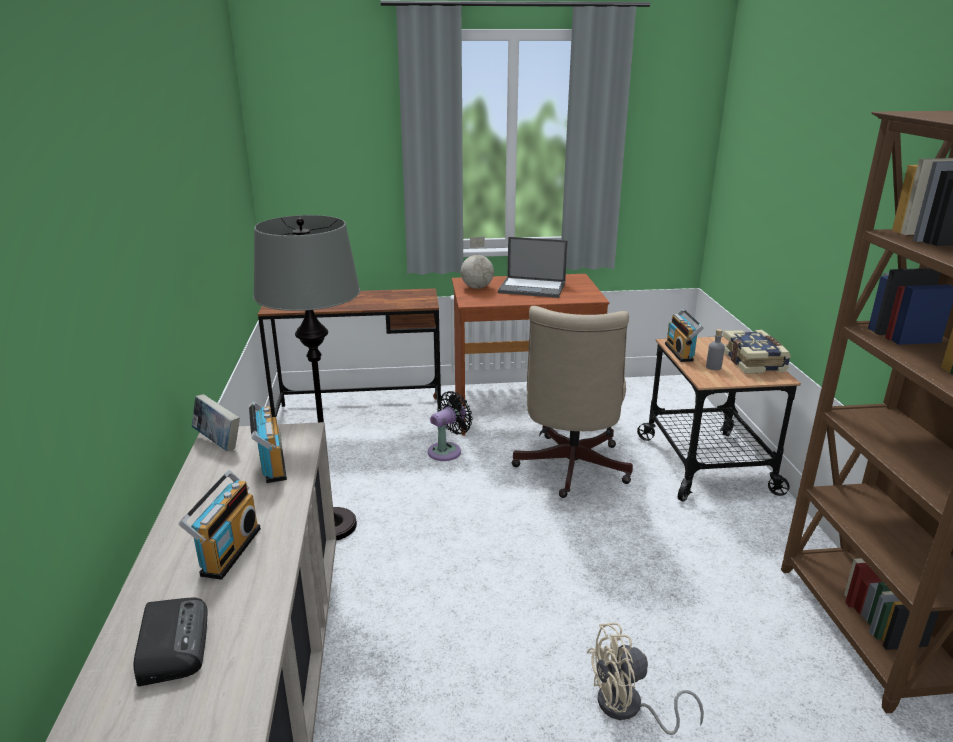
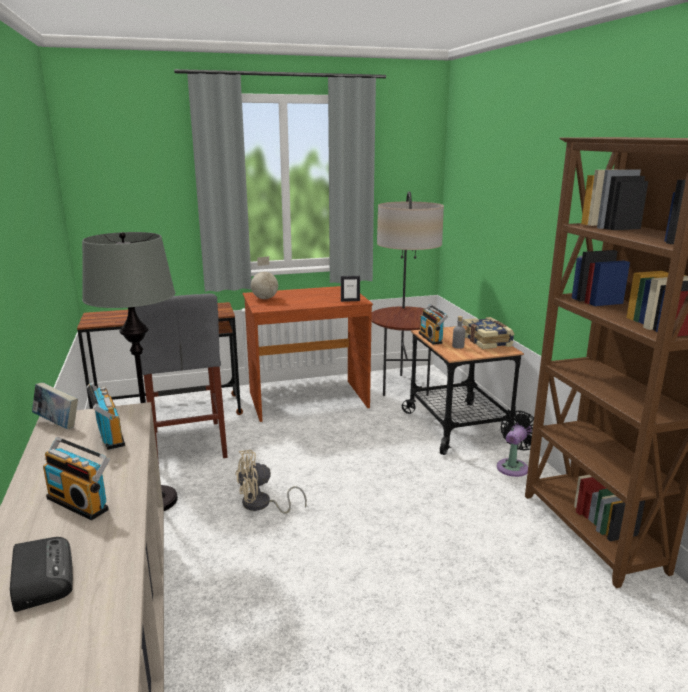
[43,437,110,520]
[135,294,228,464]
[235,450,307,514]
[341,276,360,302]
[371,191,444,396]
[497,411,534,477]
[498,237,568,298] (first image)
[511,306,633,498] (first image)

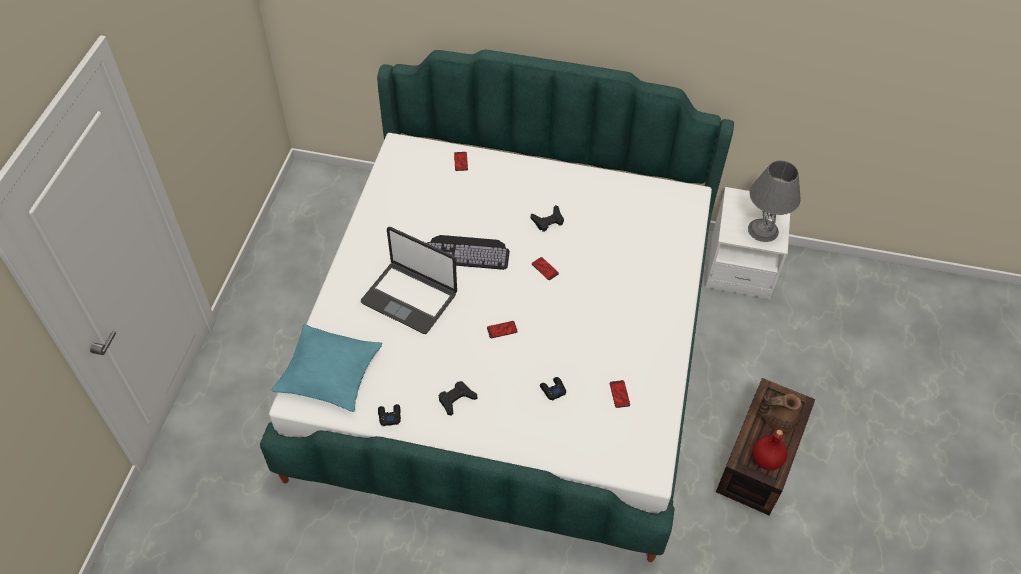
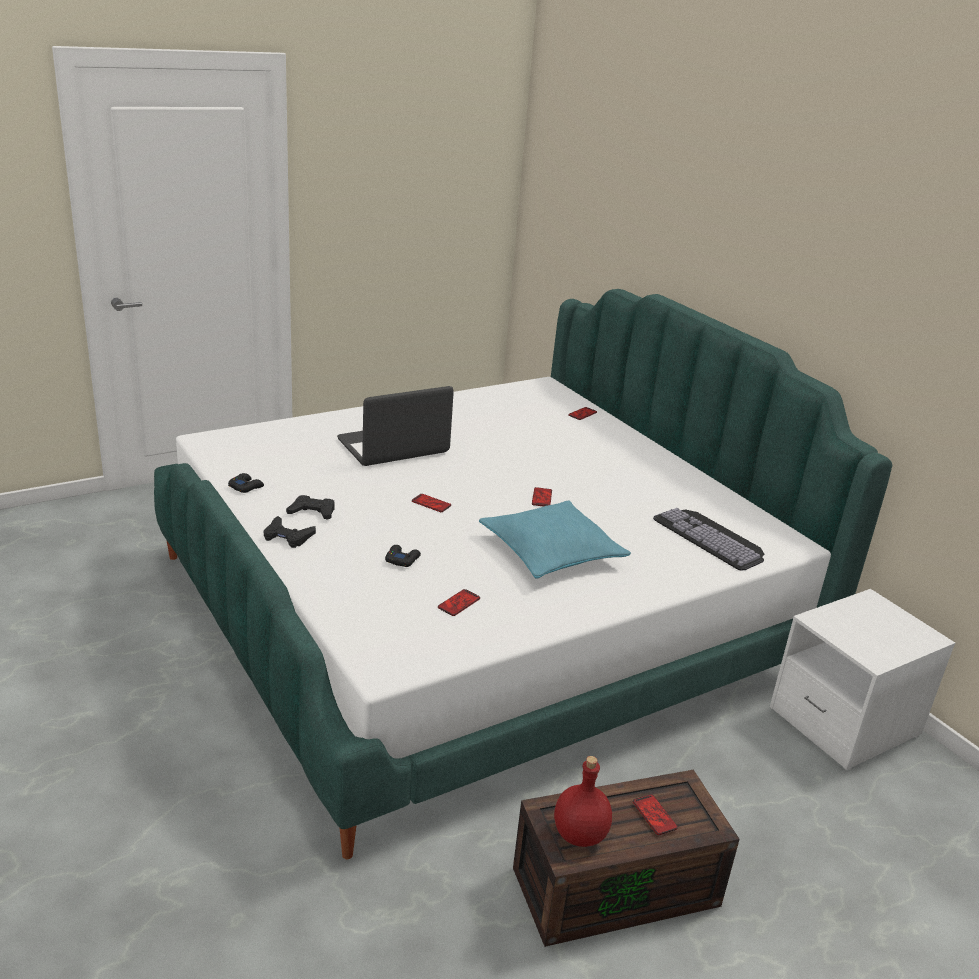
[264,516,316,548]
[337,386,454,466]
[479,500,631,579]
[633,794,678,835]
[653,508,764,571]
[748,160,801,242] (first image)

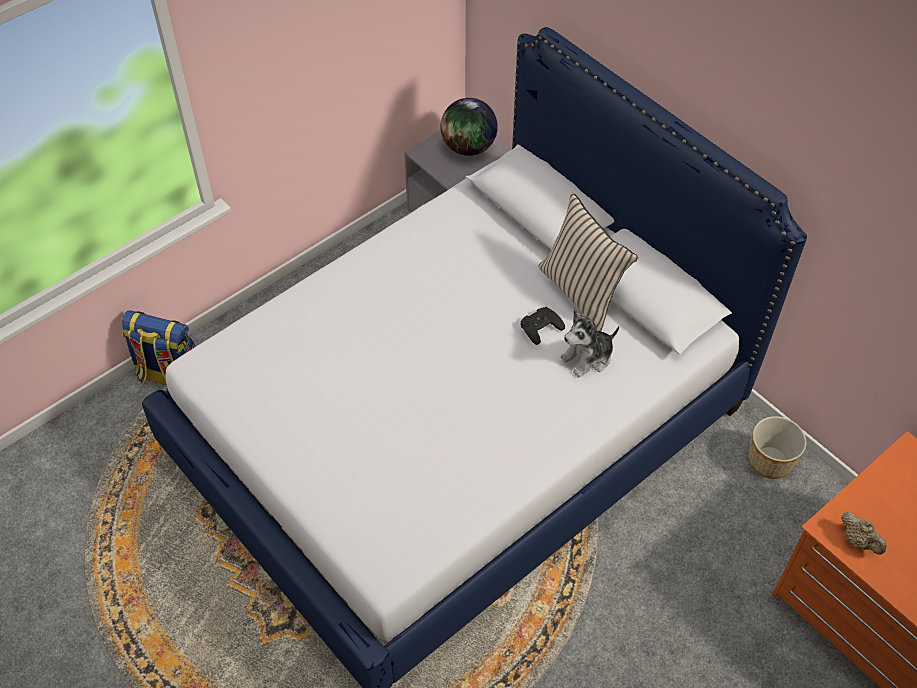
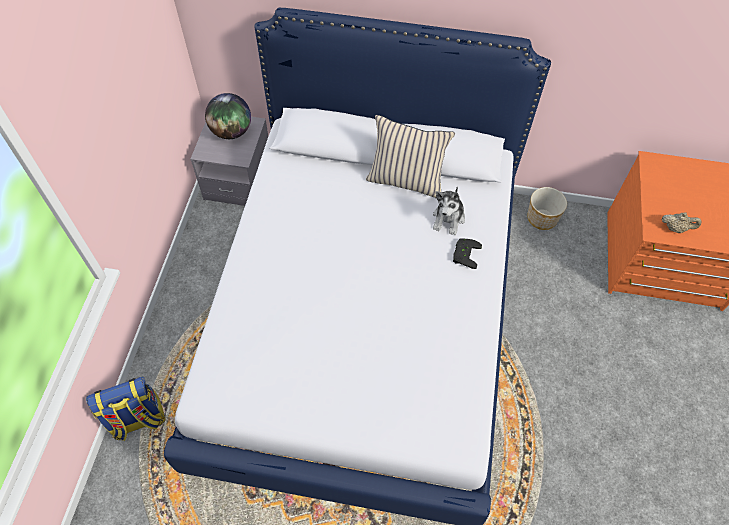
[453,239,482,269]

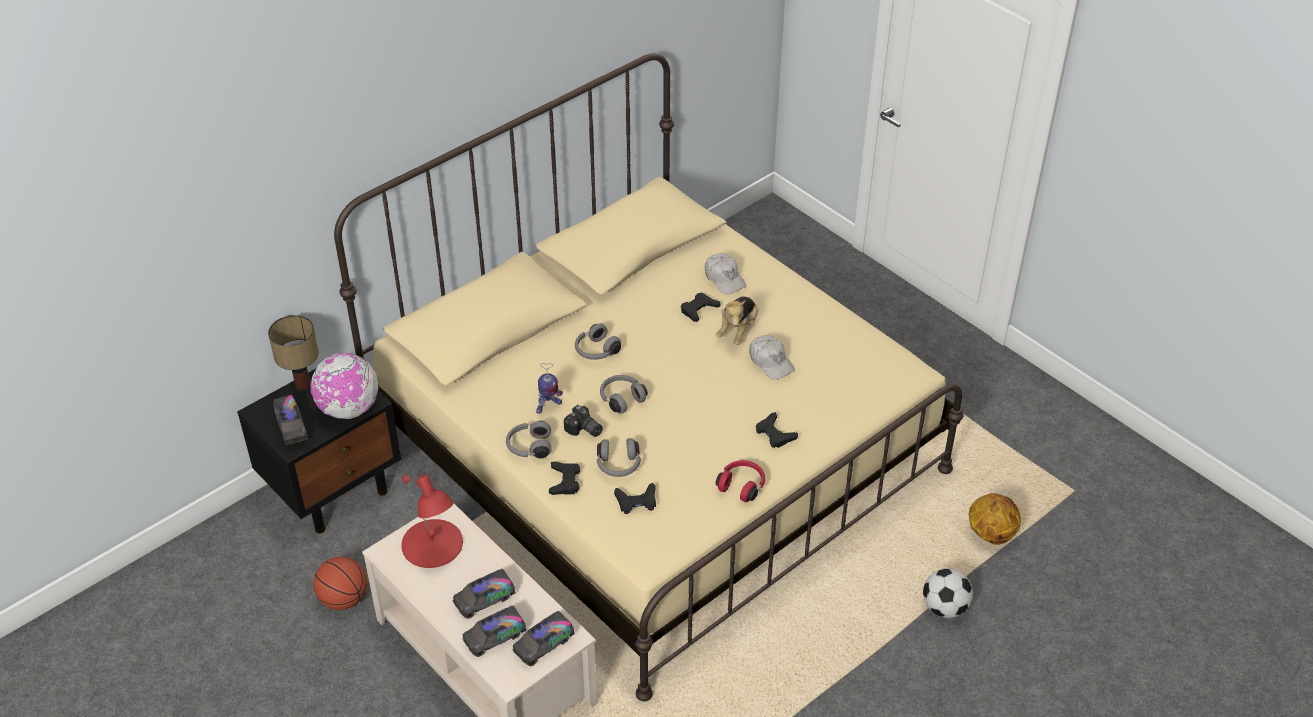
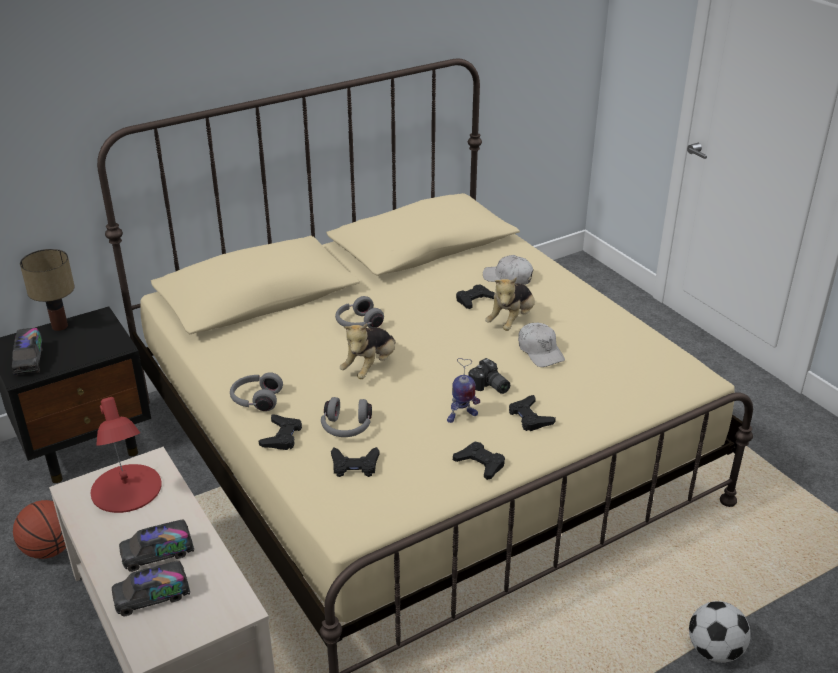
[340,323,396,379]
[447,358,480,423]
[453,442,505,480]
[468,358,510,394]
[483,255,533,285]
[310,353,378,419] (first image)
[512,611,575,666] (first image)
[969,493,1021,545] (first image)

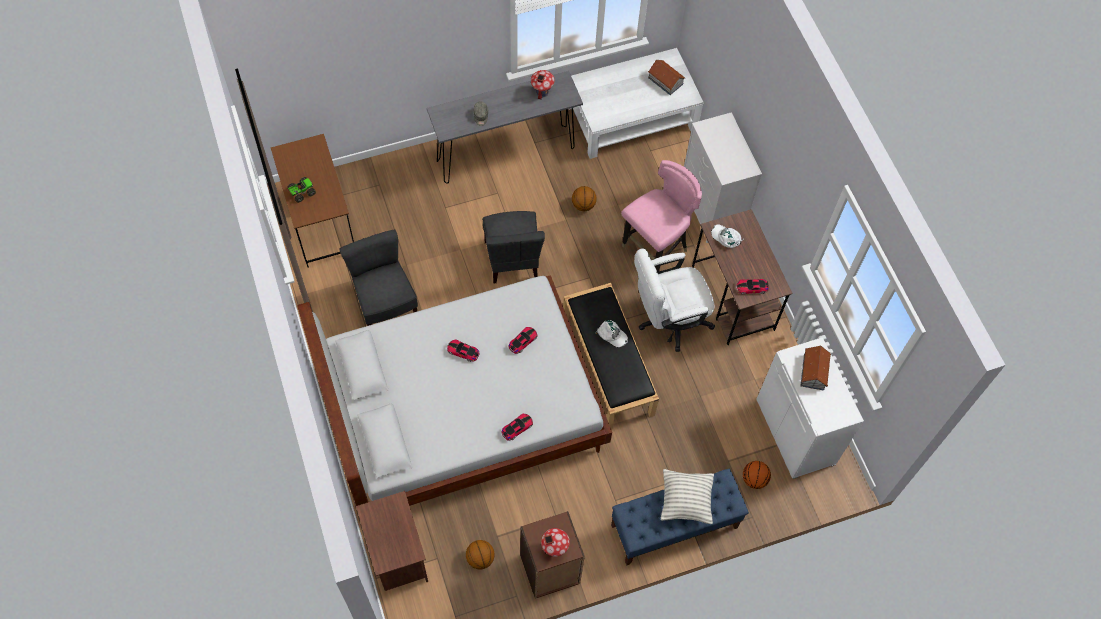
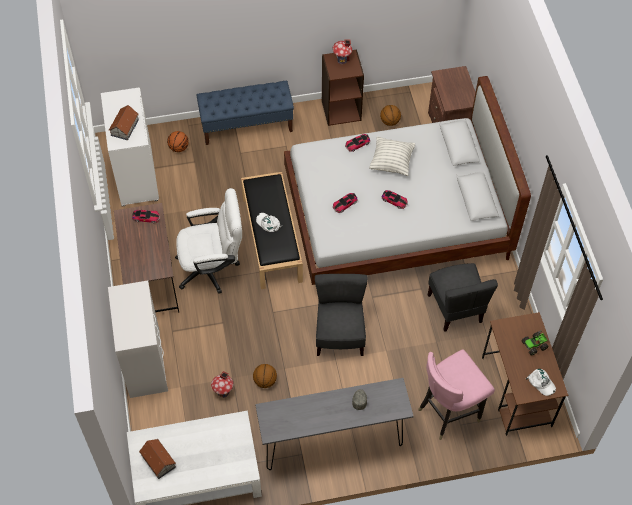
[211,371,233,398]
[369,137,415,176]
[418,349,495,440]
[526,369,556,396]

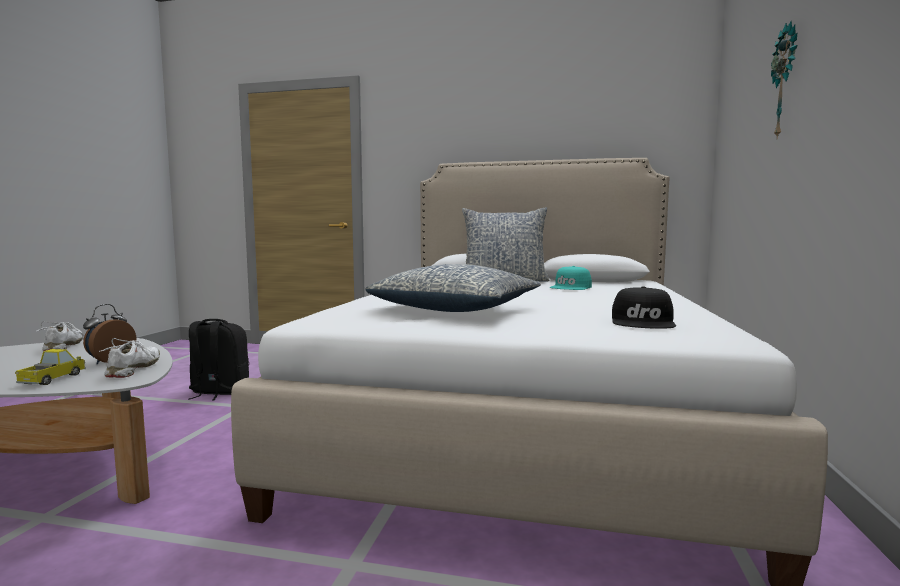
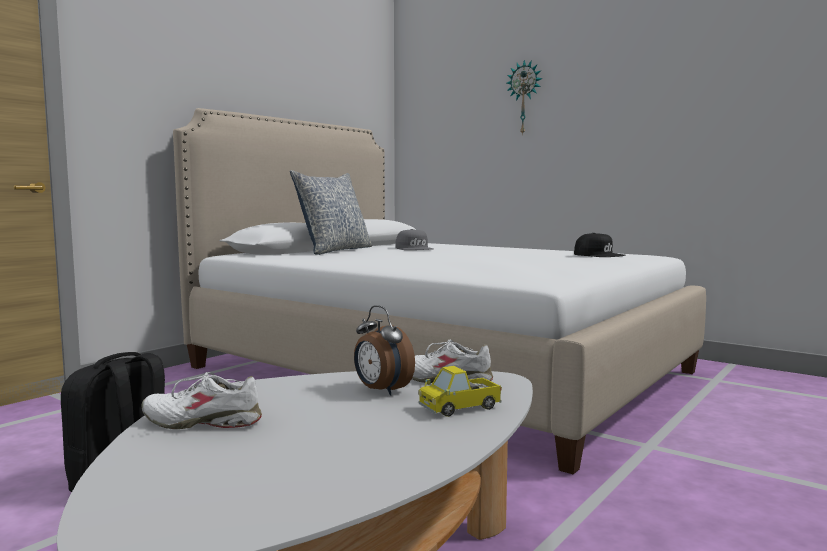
[395,229,433,250]
[418,366,502,417]
[365,264,541,312] (first image)

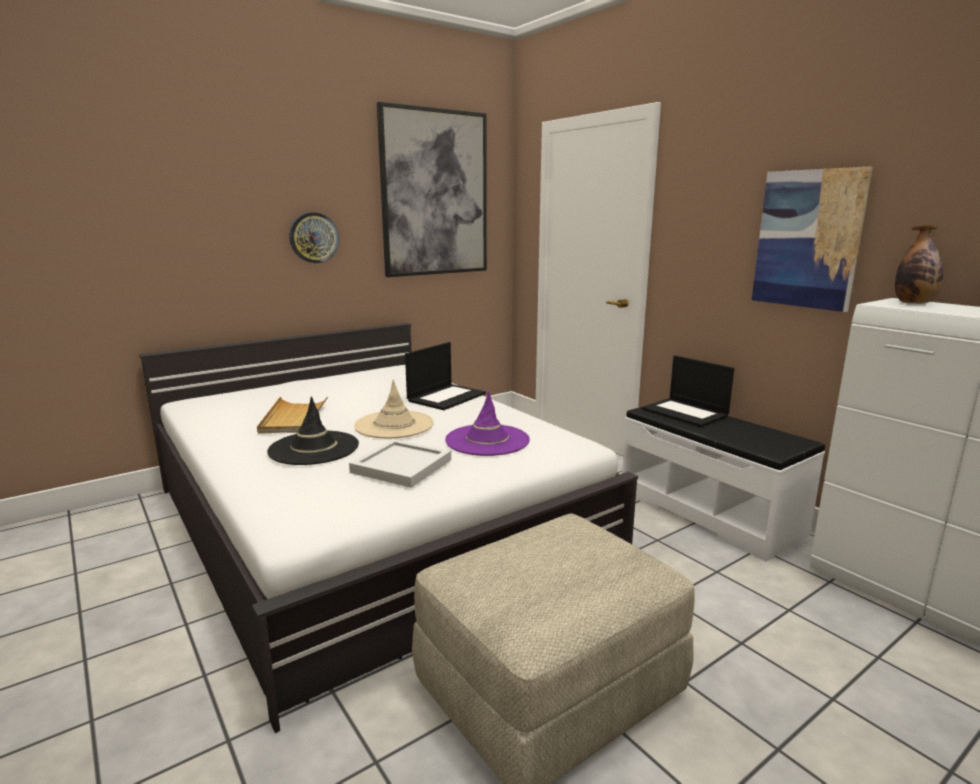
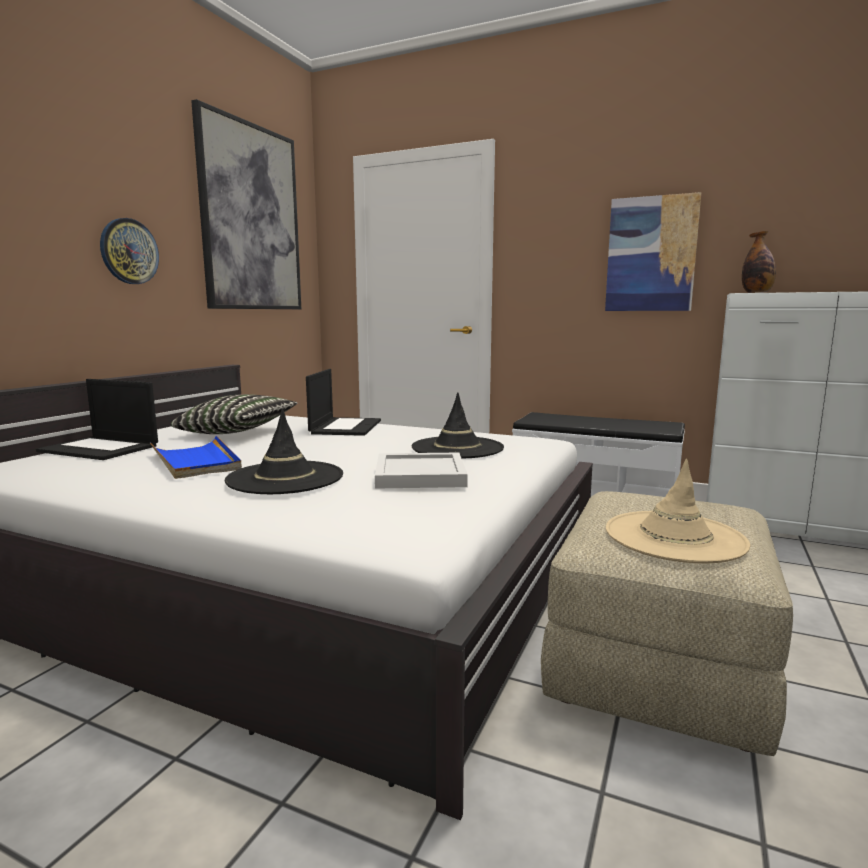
[36,379,158,460]
[150,435,242,479]
[171,394,298,434]
[412,392,504,458]
[606,459,750,563]

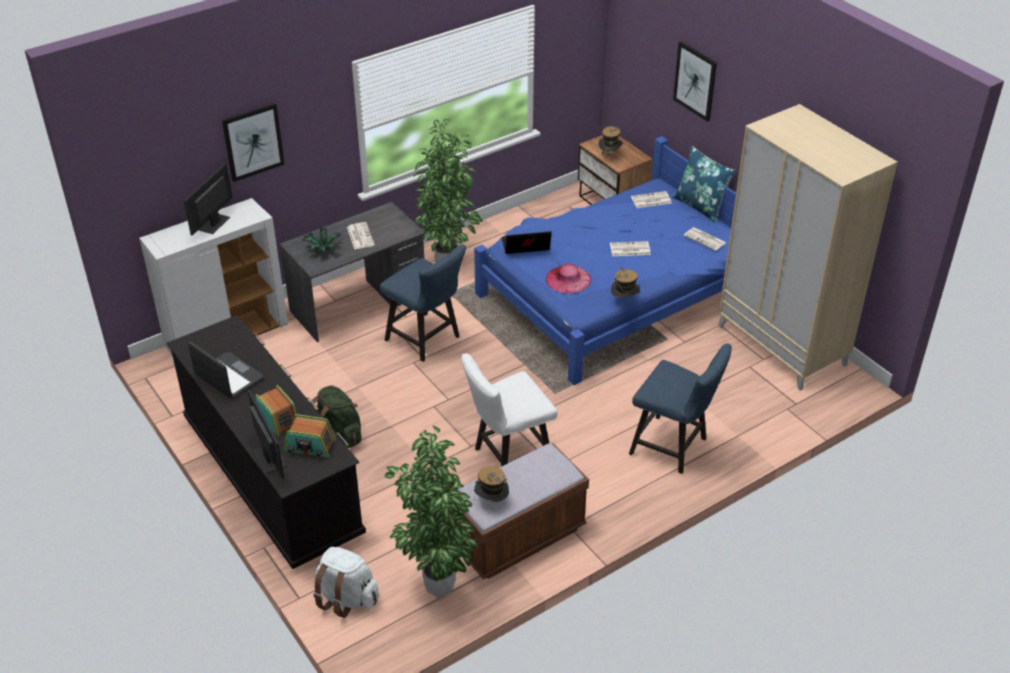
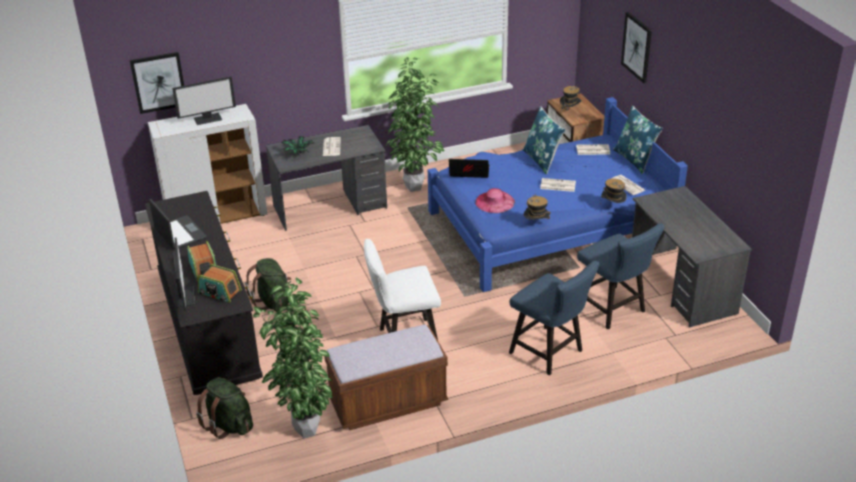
[130,52,184,114]
[172,77,236,125]
[196,377,253,439]
[523,106,565,175]
[577,224,665,329]
[600,179,626,205]
[632,186,752,327]

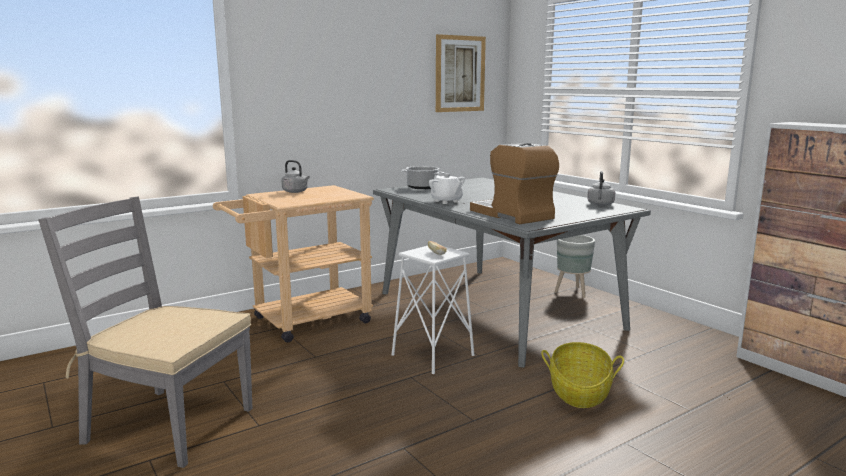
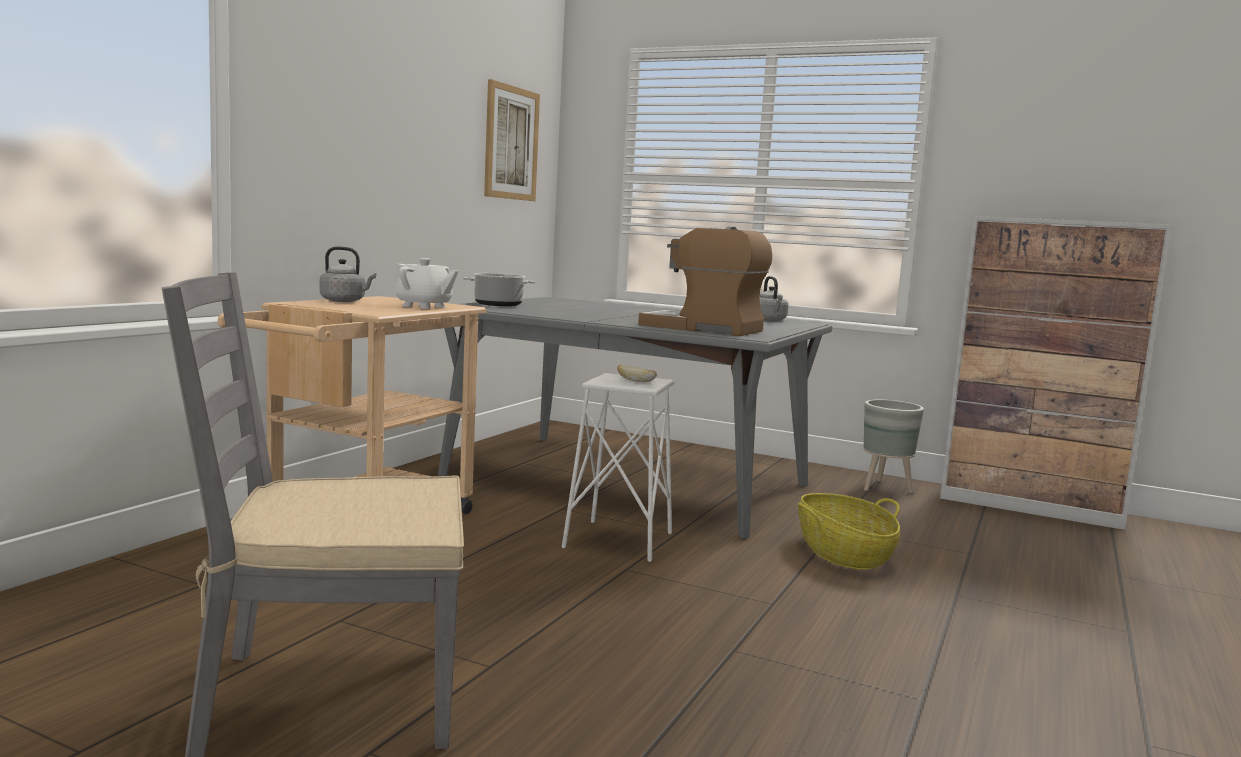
[393,258,458,309]
[863,399,924,494]

